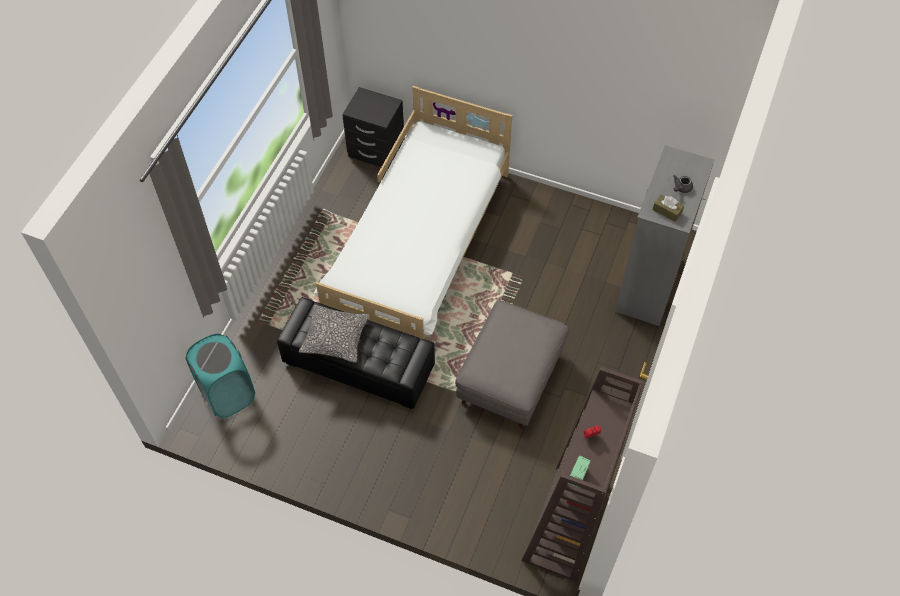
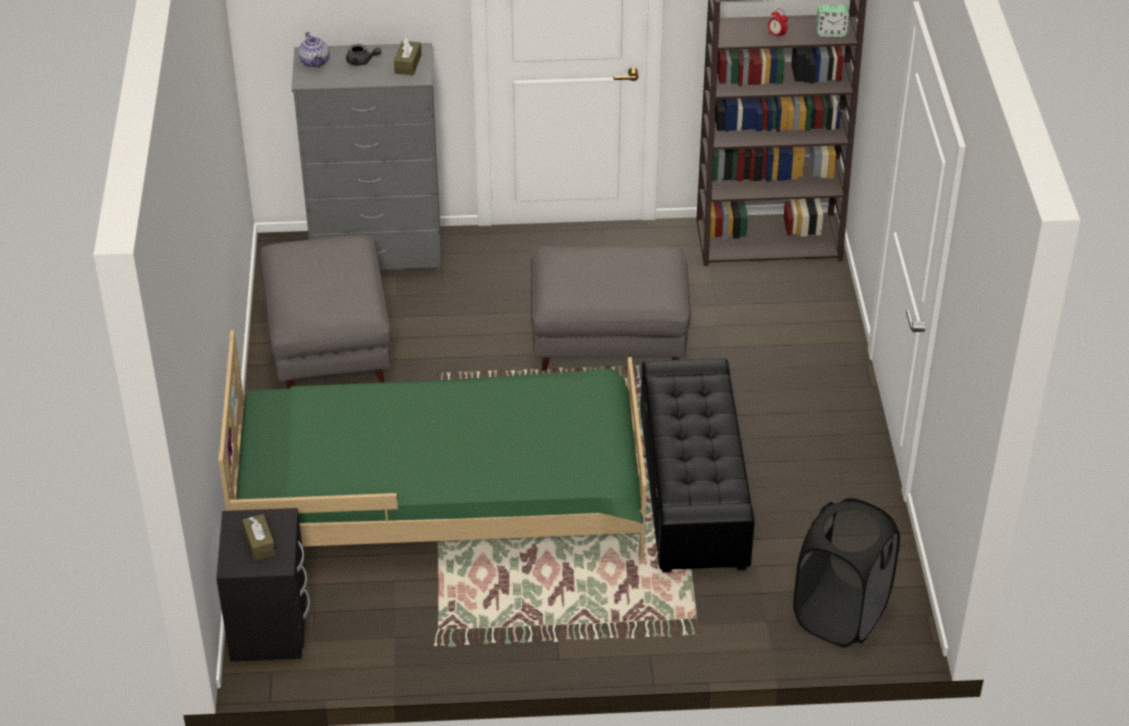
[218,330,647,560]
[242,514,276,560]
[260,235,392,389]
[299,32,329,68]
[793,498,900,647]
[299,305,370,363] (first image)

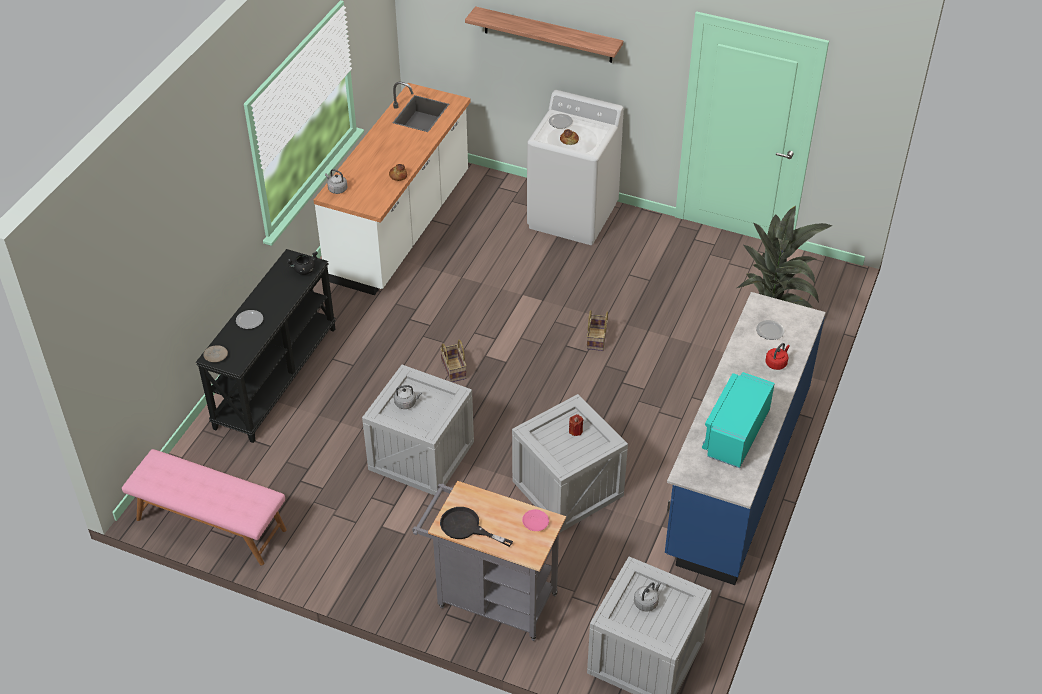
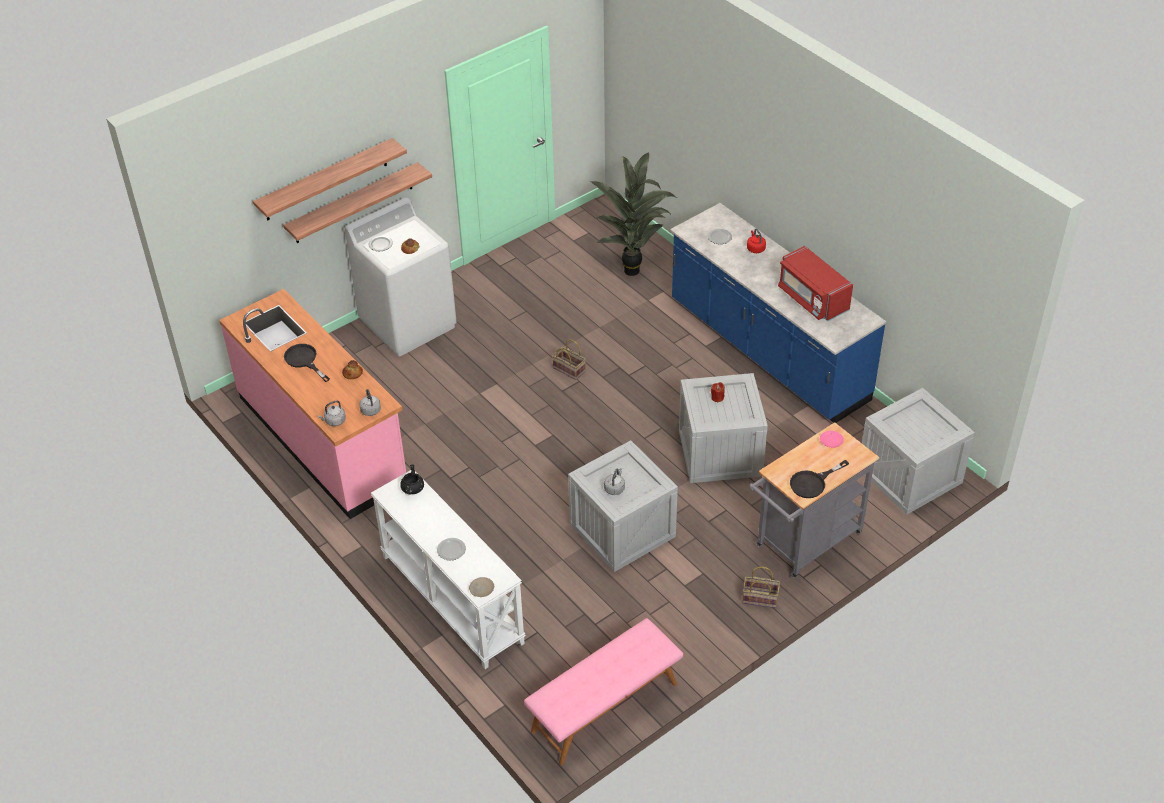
[219,289,406,519]
[283,162,432,243]
[284,344,330,382]
[359,389,381,416]
[371,470,526,669]
[742,566,780,608]
[778,246,853,321]

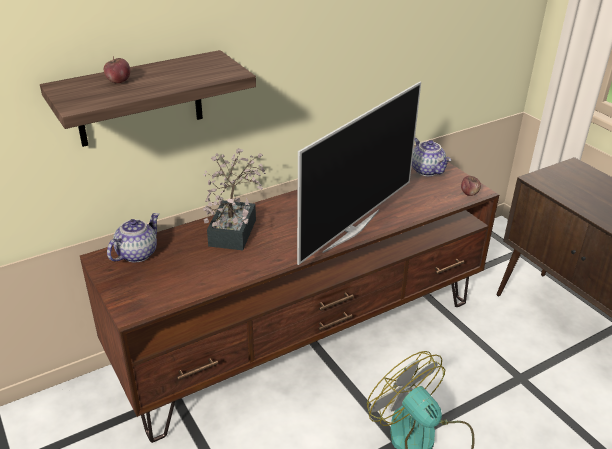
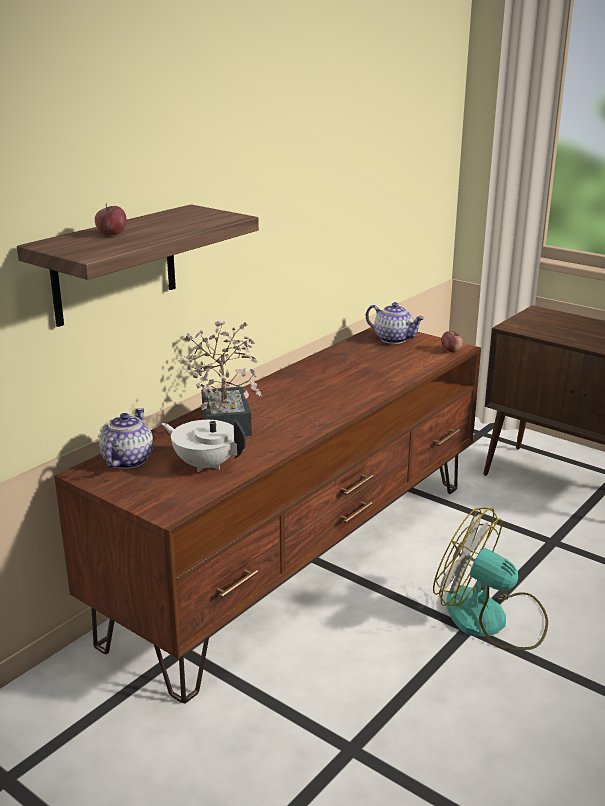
[161,419,246,472]
[297,82,421,265] (first image)

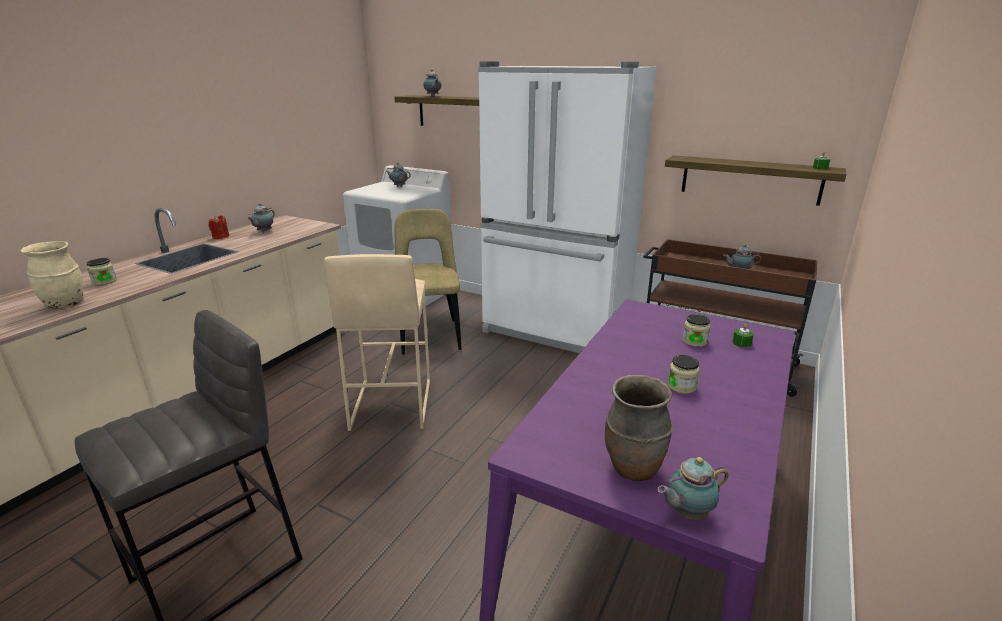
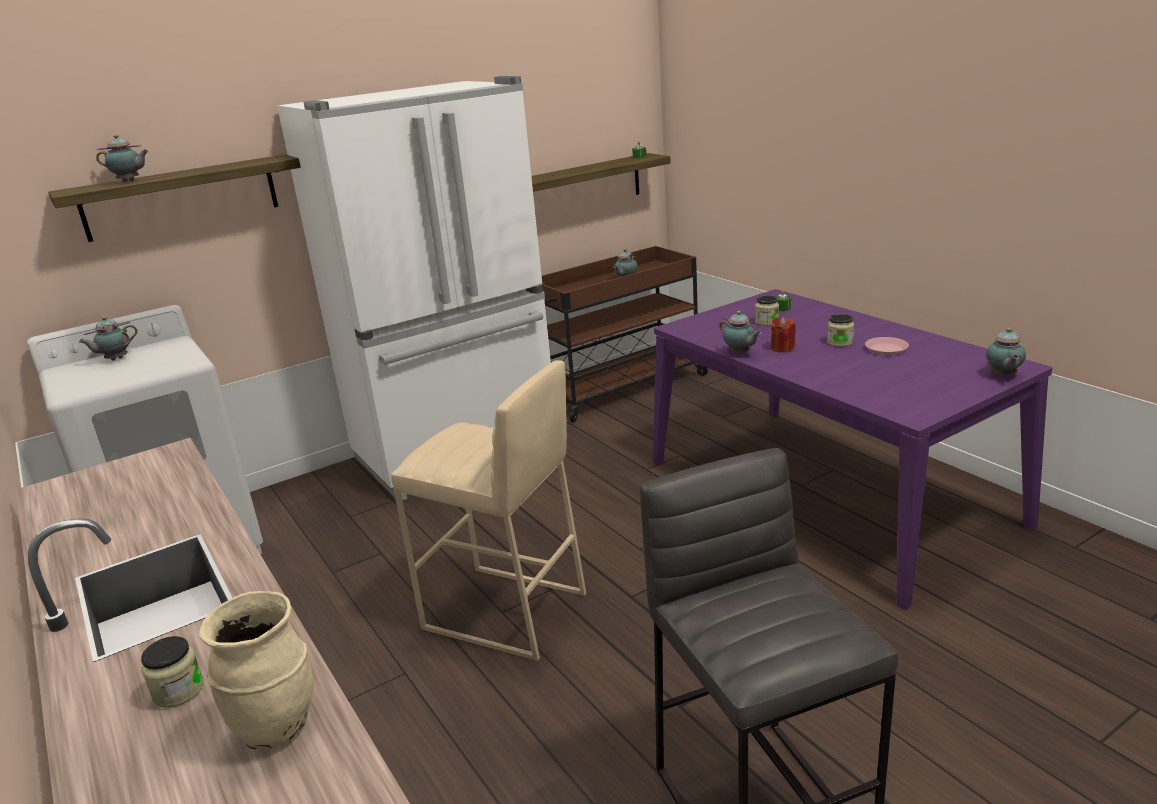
[719,311,761,354]
[771,317,796,352]
[865,337,909,355]
[394,209,461,355] (first image)
[605,375,673,481] (first image)

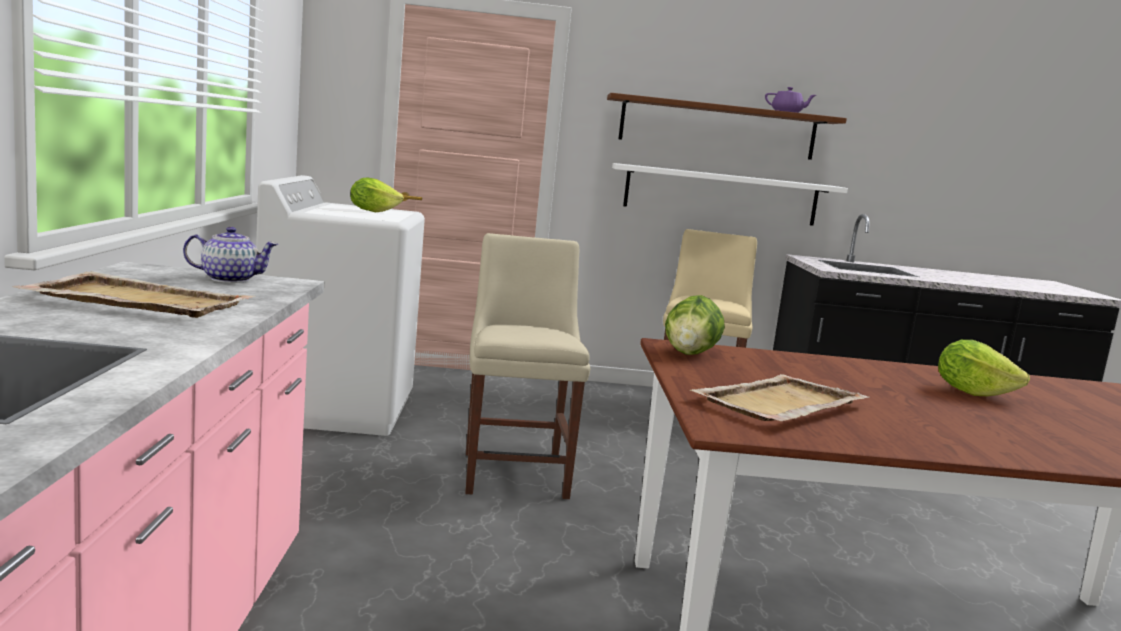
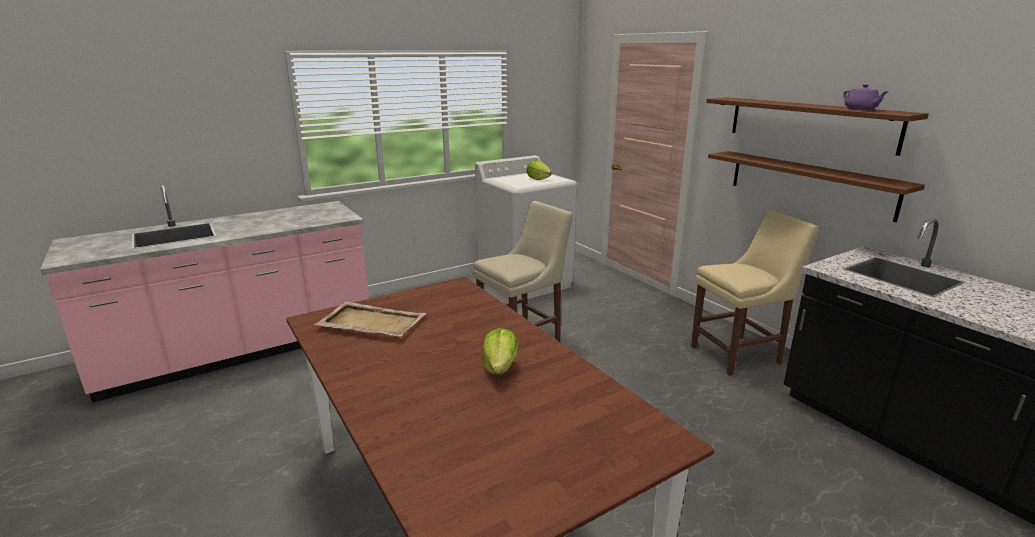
[708,151,925,222]
[12,272,256,318] (first image)
[183,227,278,283] (first image)
[665,295,725,355] (first image)

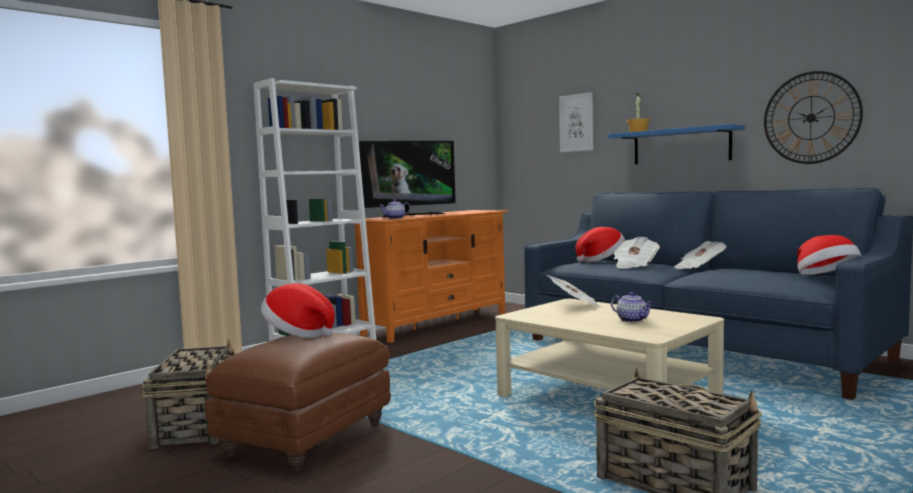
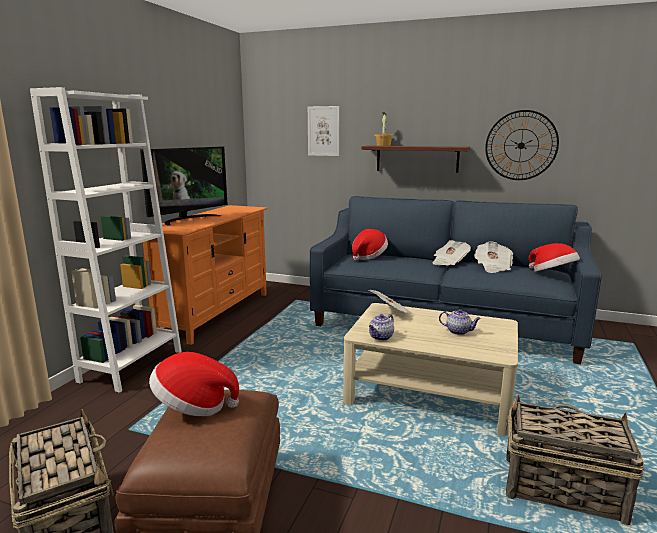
[362,145,470,173]
[369,314,394,341]
[474,241,513,273]

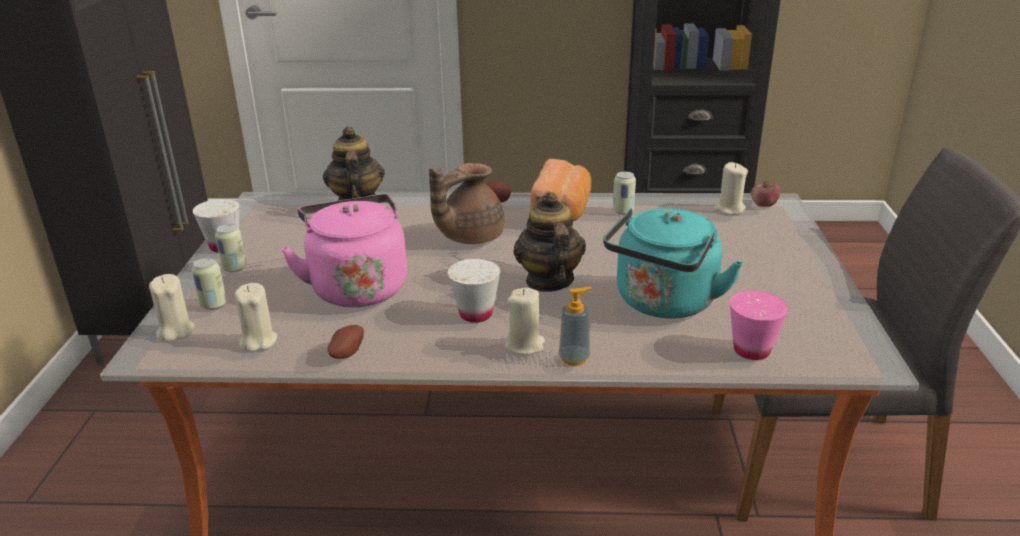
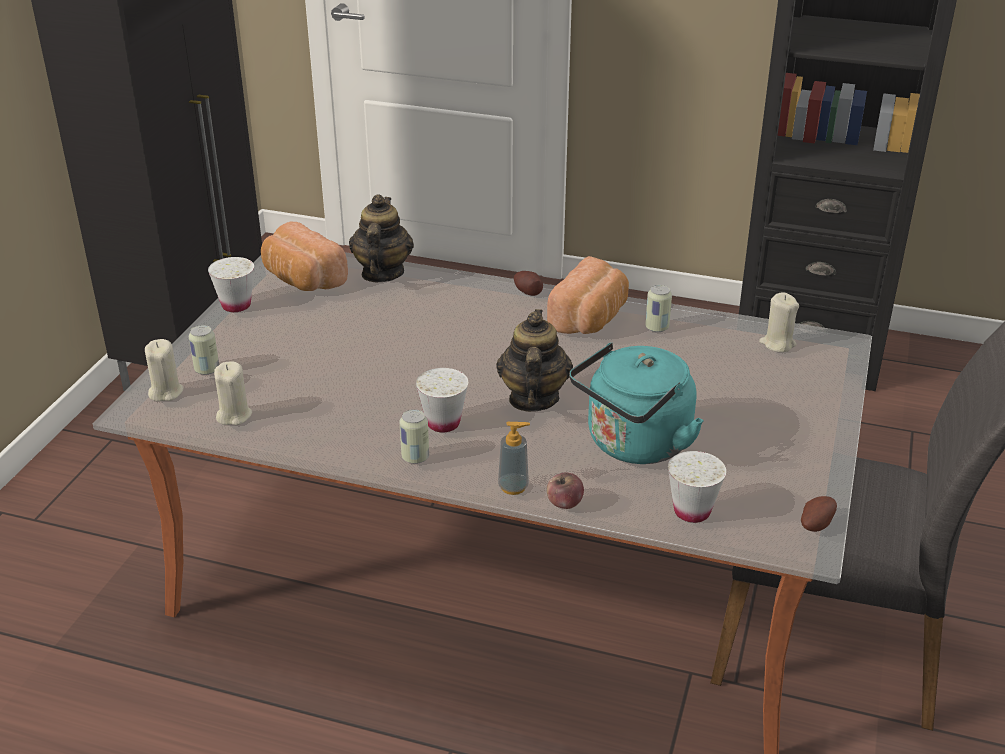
[261,221,348,291]
[399,409,429,464]
[547,473,584,509]
[668,451,726,523]
[801,496,837,532]
[281,194,407,307] (first image)
[429,163,504,244] (first image)
[505,288,545,355] (first image)

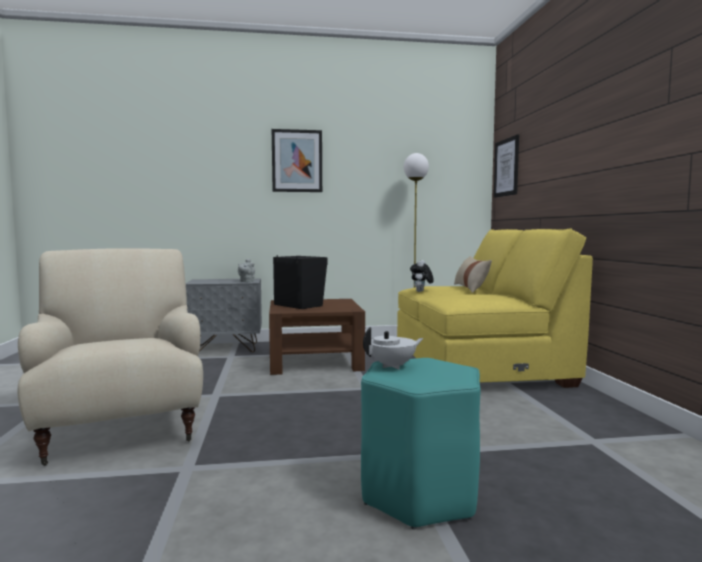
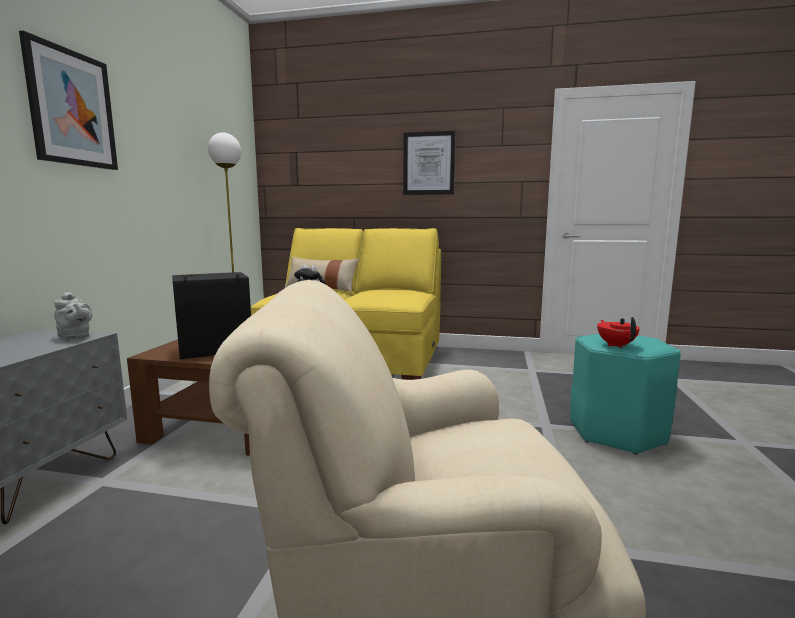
[403,131,455,195]
[597,317,640,348]

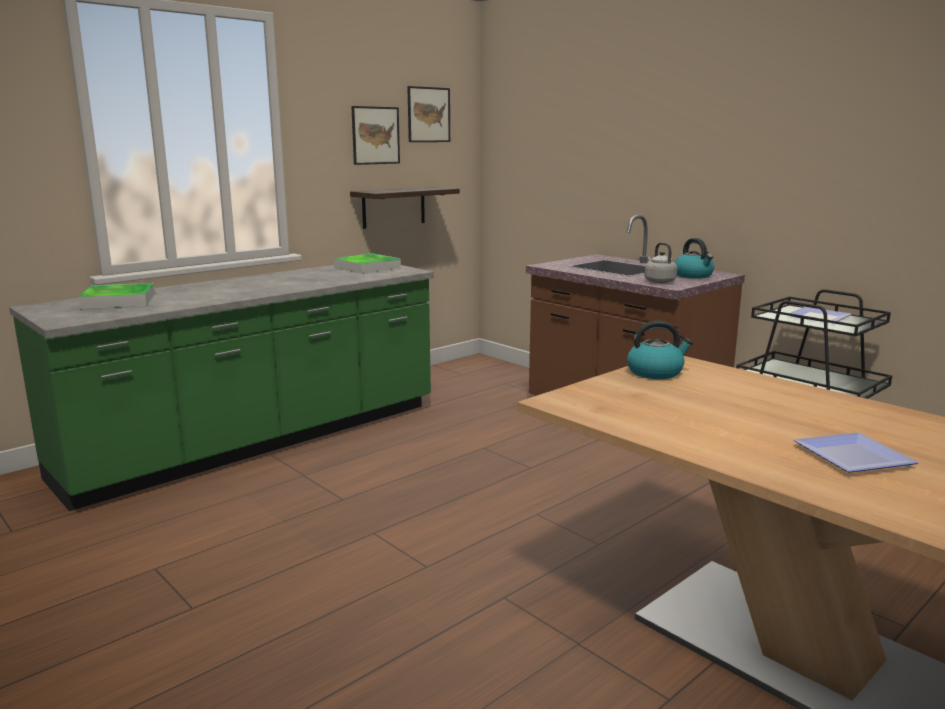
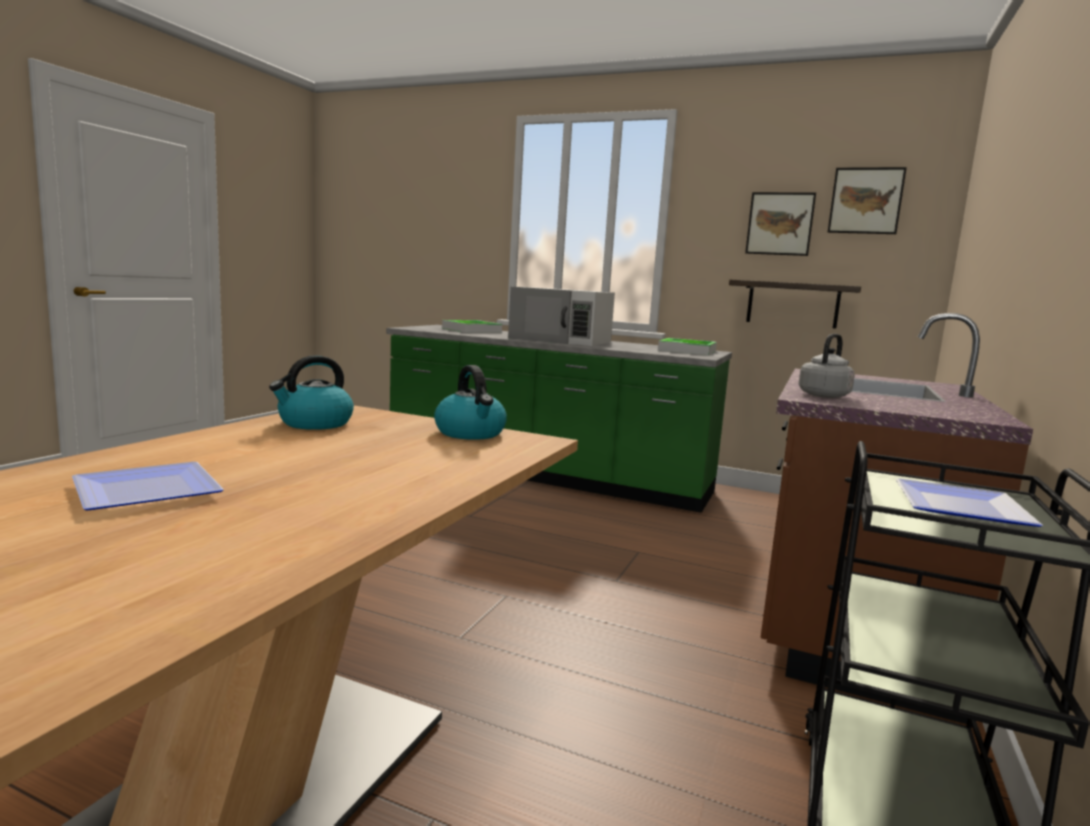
[269,355,354,430]
[508,287,615,346]

